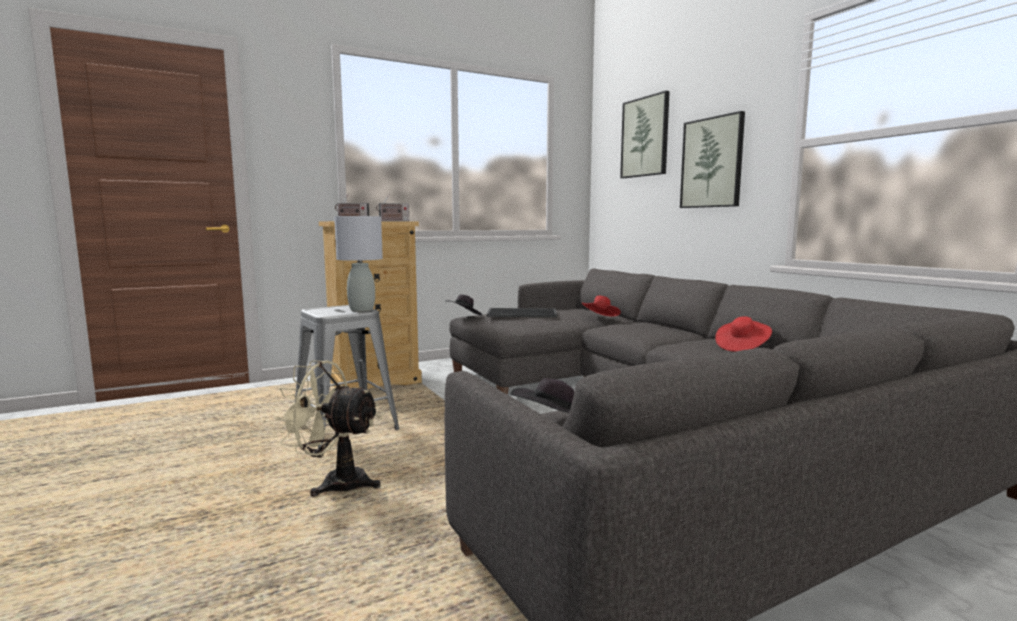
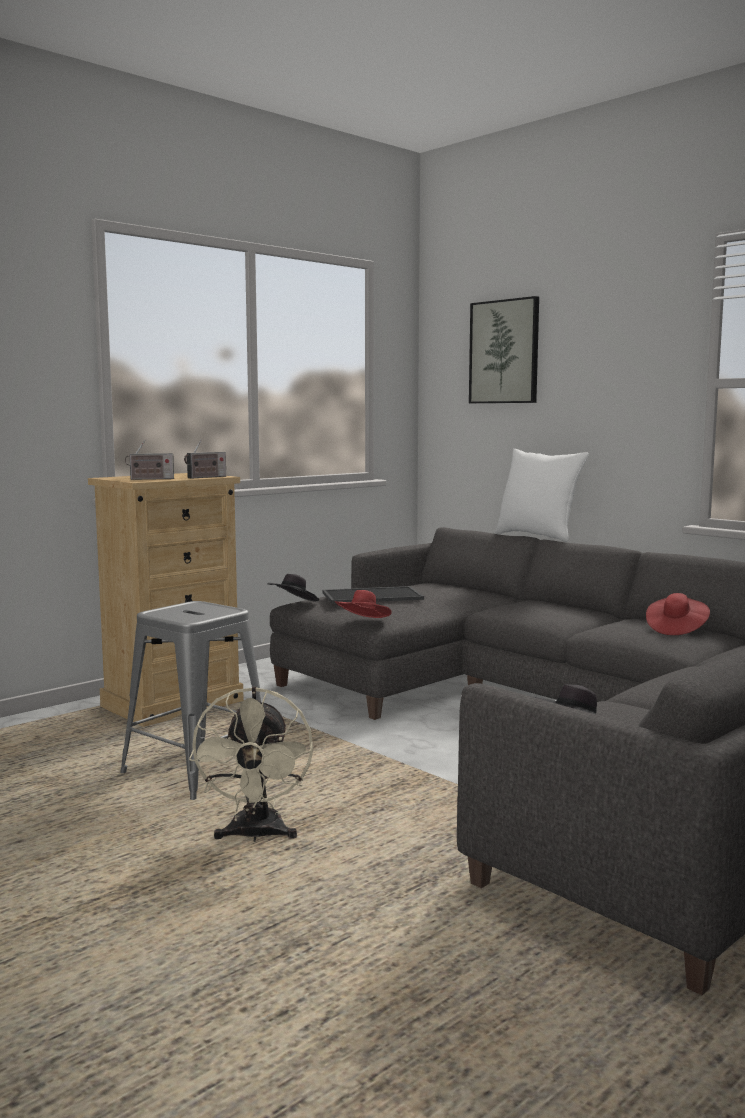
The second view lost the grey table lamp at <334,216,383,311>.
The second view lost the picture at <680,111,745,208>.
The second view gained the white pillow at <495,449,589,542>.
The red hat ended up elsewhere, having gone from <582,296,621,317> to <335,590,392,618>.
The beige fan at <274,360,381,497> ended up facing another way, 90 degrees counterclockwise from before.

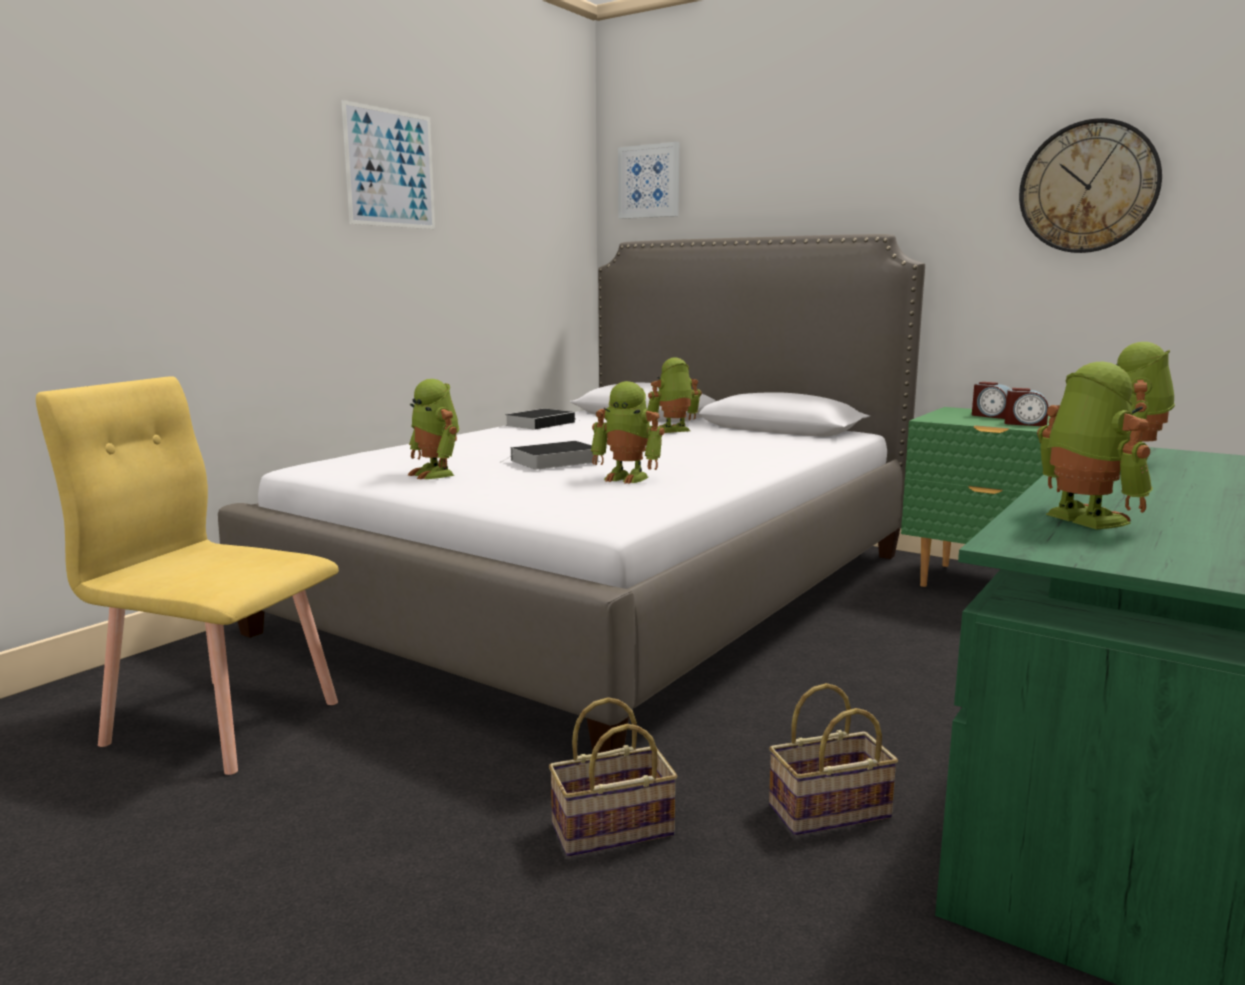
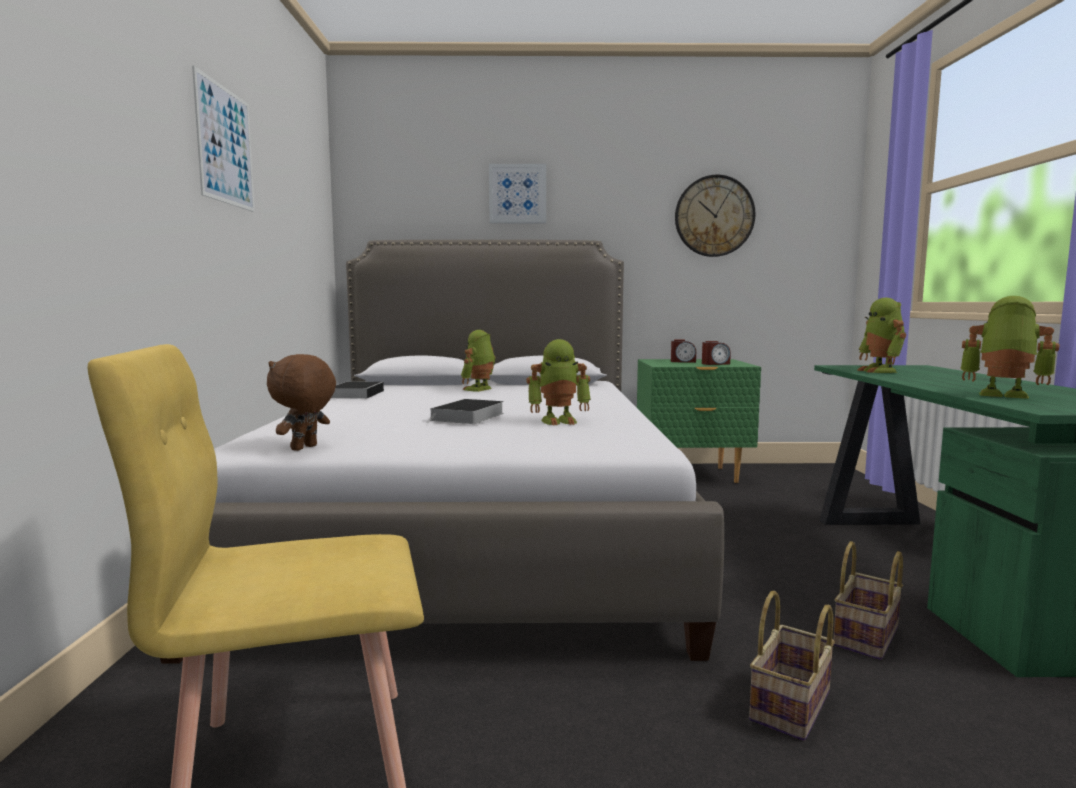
The second view lost the toy robot at <408,379,459,479>.
The second view gained the brown plush toy at <267,354,336,451>.
The picture ended up elsewhere, having gone from <618,142,679,219> to <489,164,546,223>.

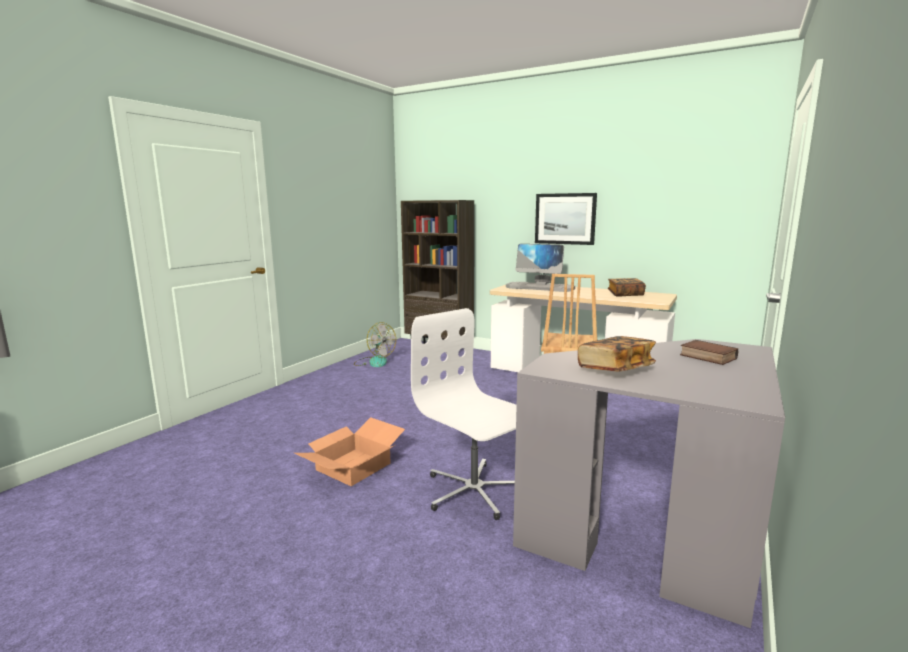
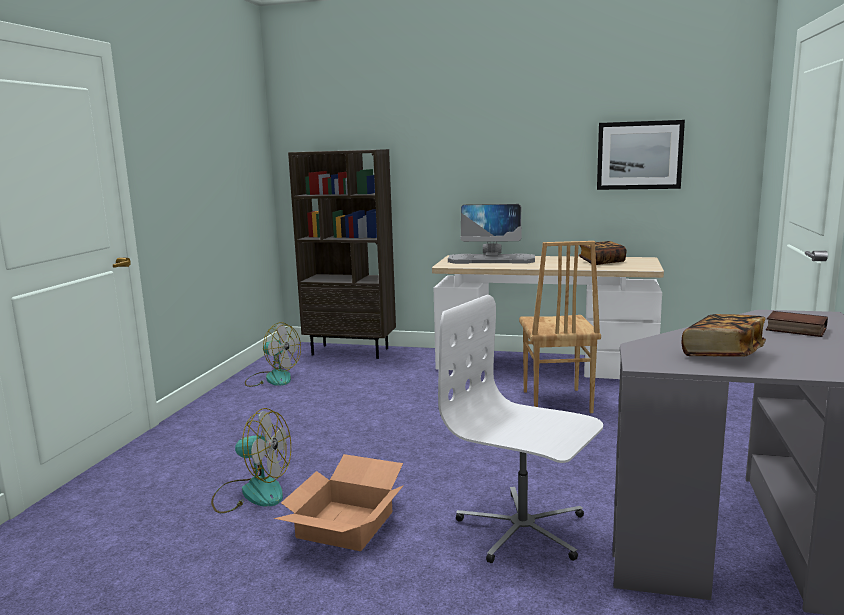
The second view gained the fan at <211,408,291,513>.
The picture ended up elsewhere, having gone from <535,193,597,245> to <597,120,685,190>.

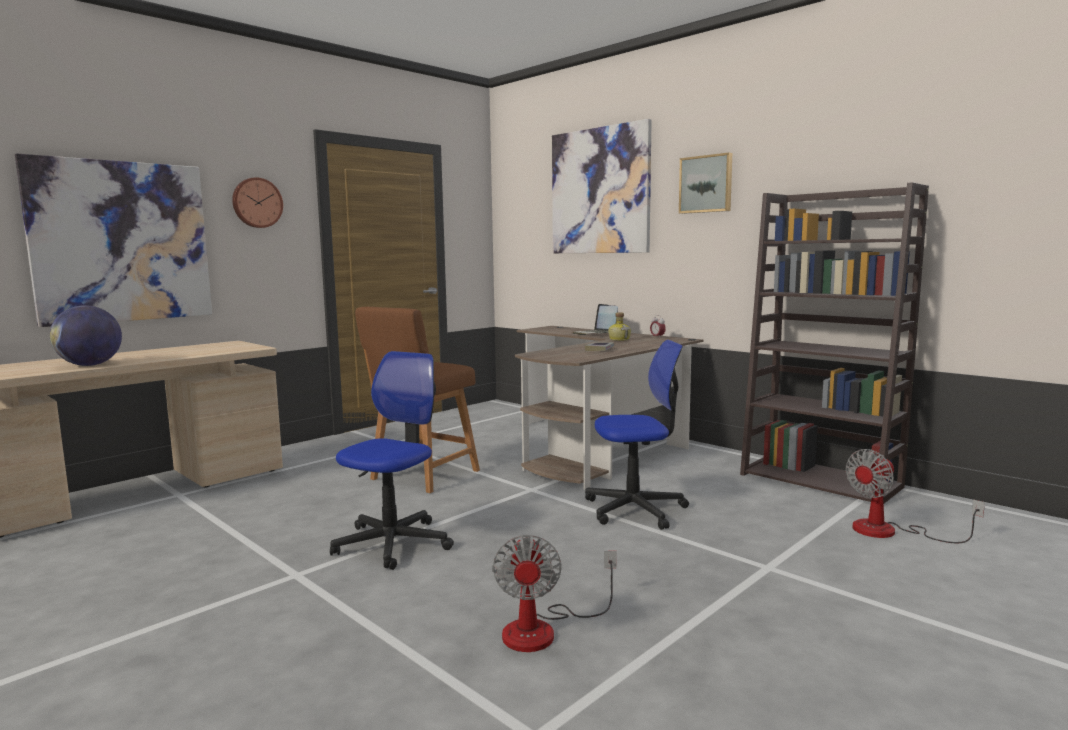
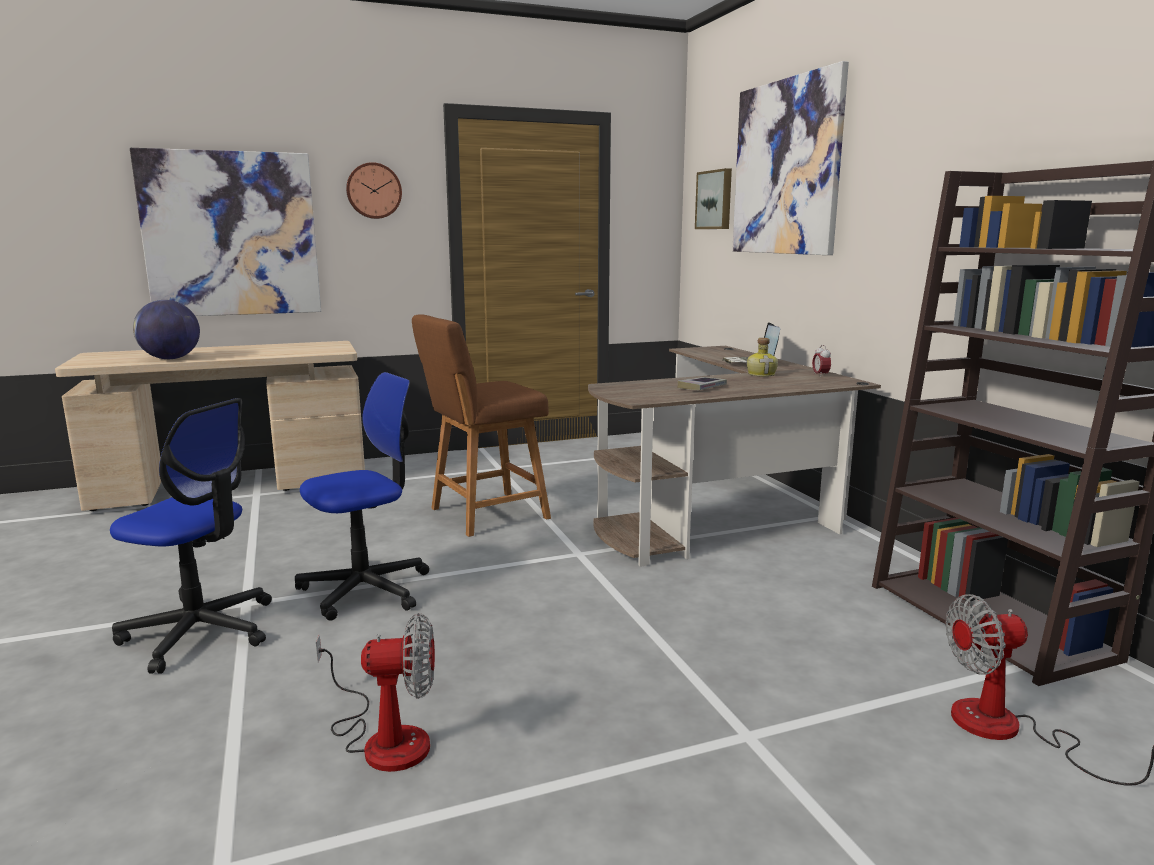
The office chair ended up elsewhere, having gone from <585,340,689,530> to <110,398,272,674>.
The picture ended up elsewhere, having gone from <679,153,732,214> to <695,168,732,229>.
The fan at <492,535,617,652> ended up facing another way, 120 degrees counterclockwise from before.

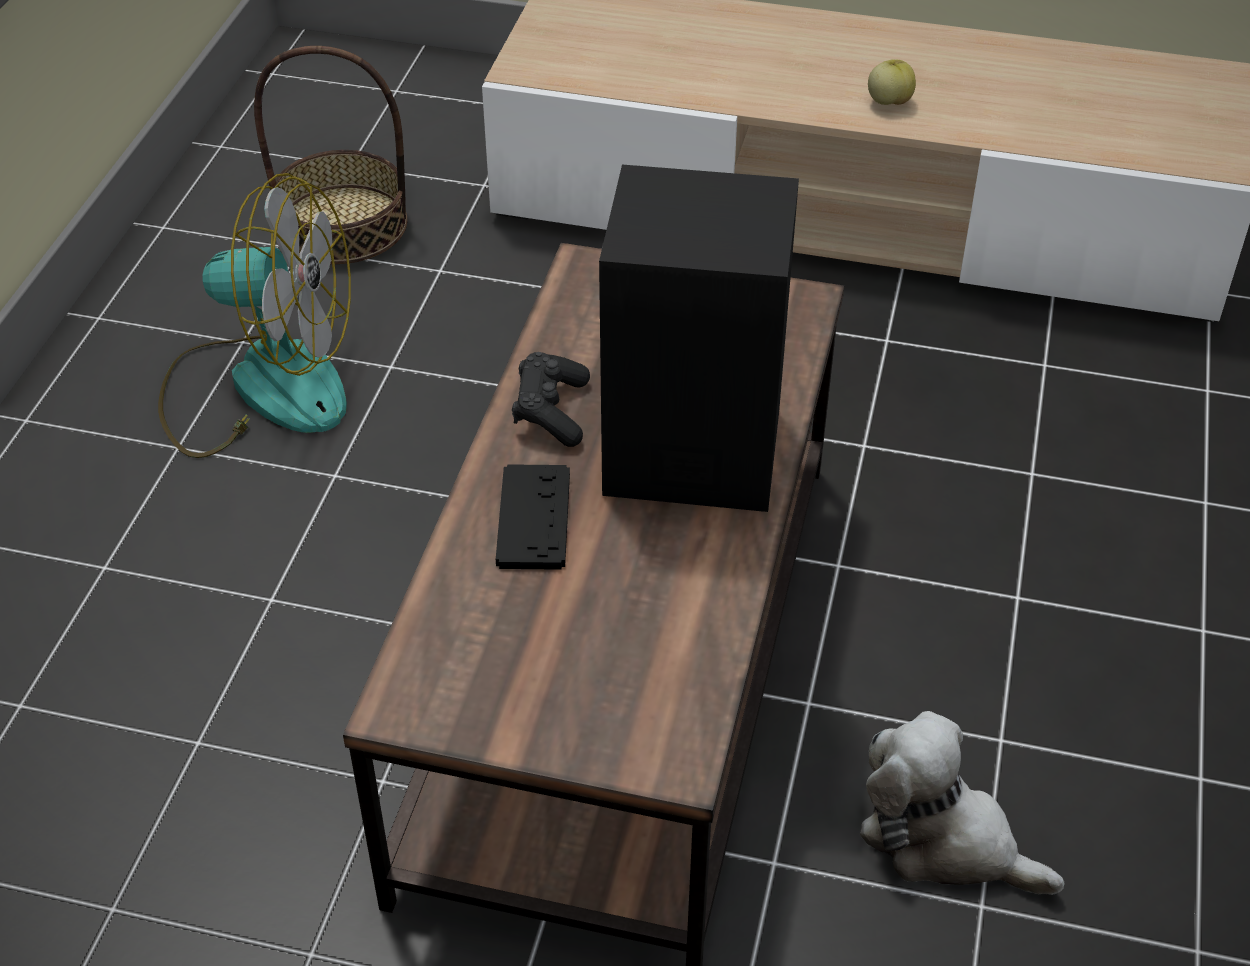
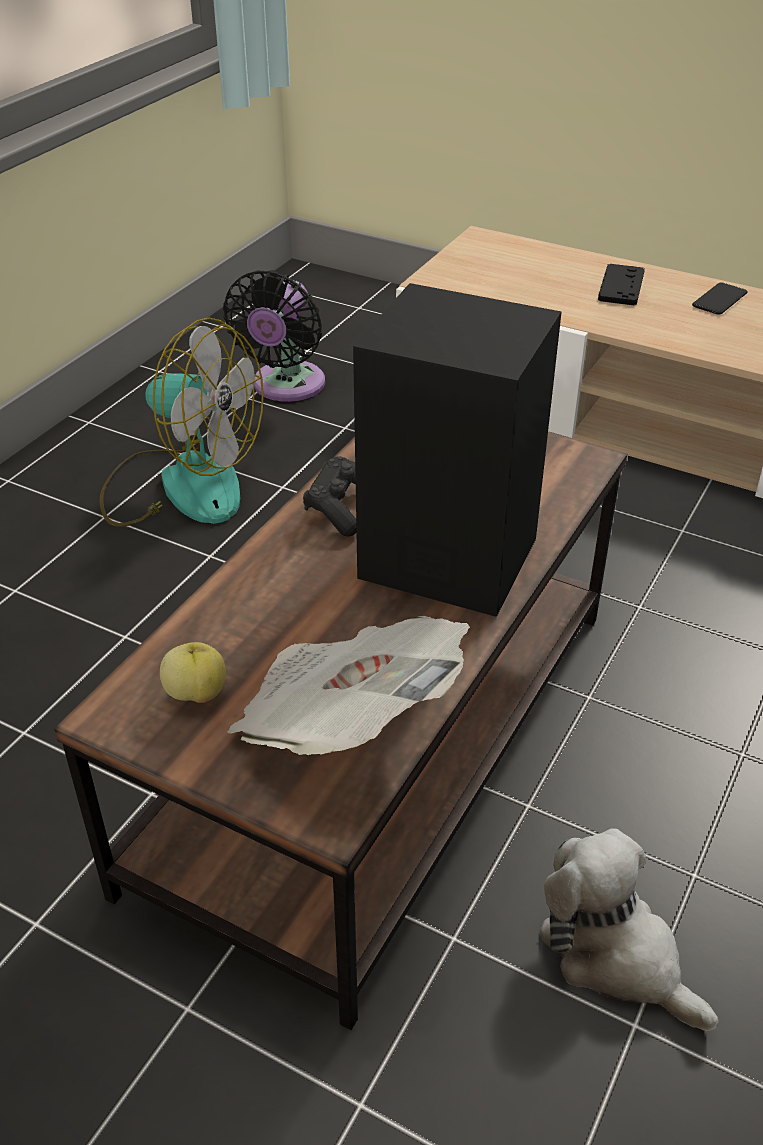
The second view gained the newspaper at <227,616,470,755>.
The second view gained the phone at <692,283,748,315>.
The black game controller ended up elsewhere, having gone from <496,464,570,570> to <598,264,645,305>.
The apple ended up elsewhere, having gone from <868,59,916,105> to <160,642,226,703>.
Where the basket stood at <254,46,407,264>, the black fan came to stand at <223,270,325,402>.

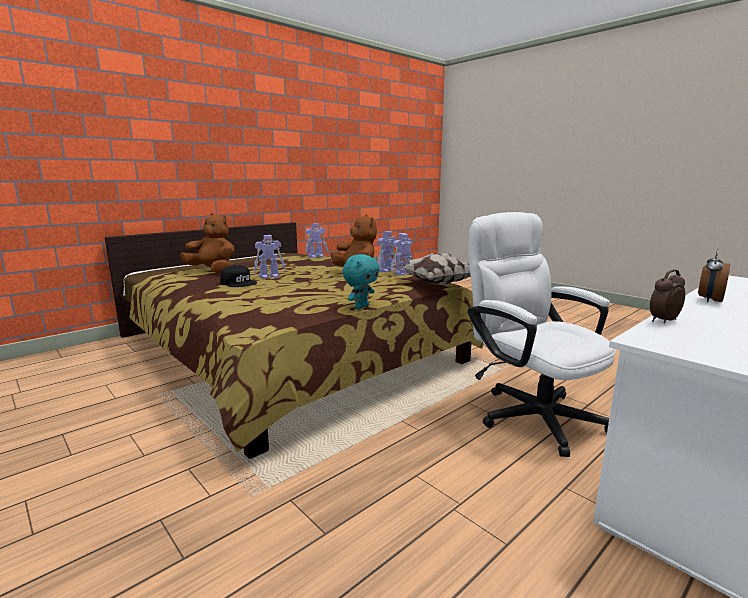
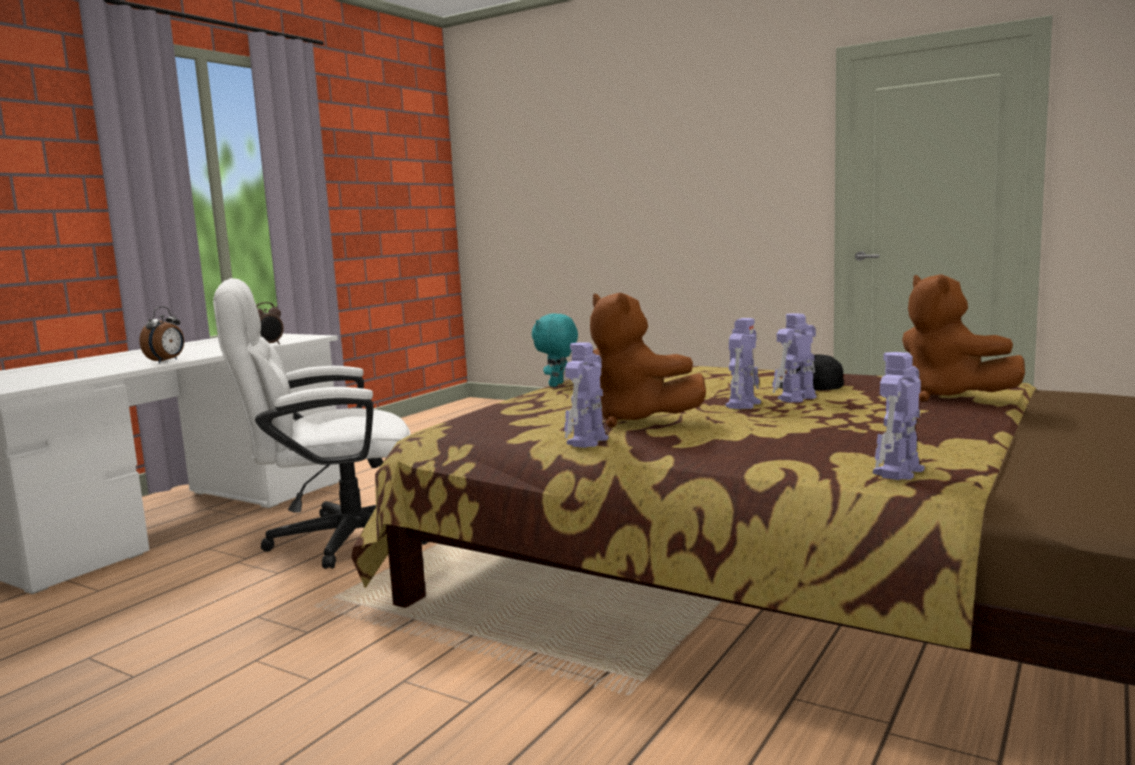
The second view lost the pillow at <394,253,471,285>.
The toy robot ended up elsewhere, having gone from <391,233,413,275> to <725,318,761,409>.
The brown plush toy at <180,213,235,273> ended up facing another way, 60 degrees clockwise from before.
The white office chair at <468,212,616,457> ended up facing another way, 120 degrees clockwise from before.

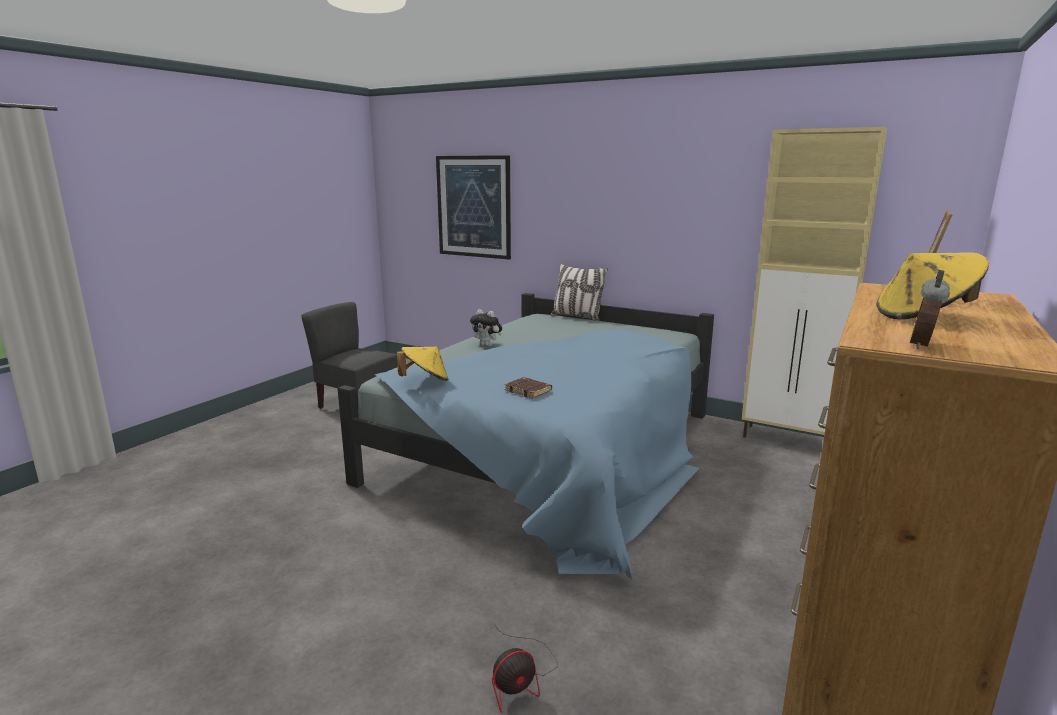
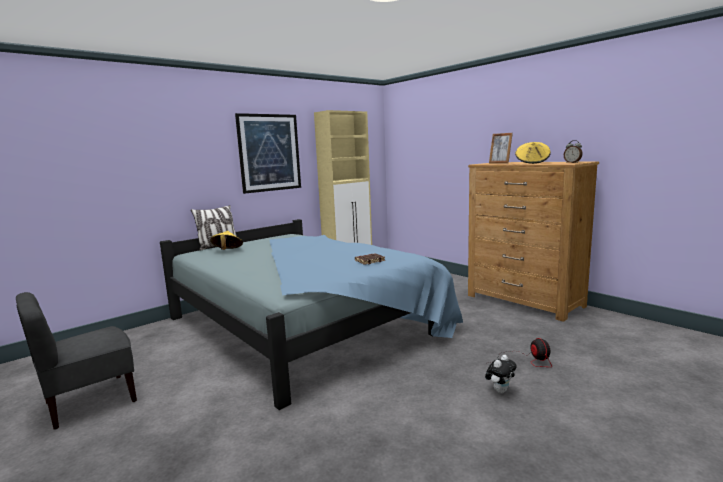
The yellow hat ended up elsewhere, having gone from <397,347,448,381> to <210,231,243,250>.
The picture ended up elsewhere, having gone from <436,155,511,259> to <235,113,301,194>.
The plush toy ended up elsewhere, having gone from <470,309,502,346> to <485,355,517,394>.

